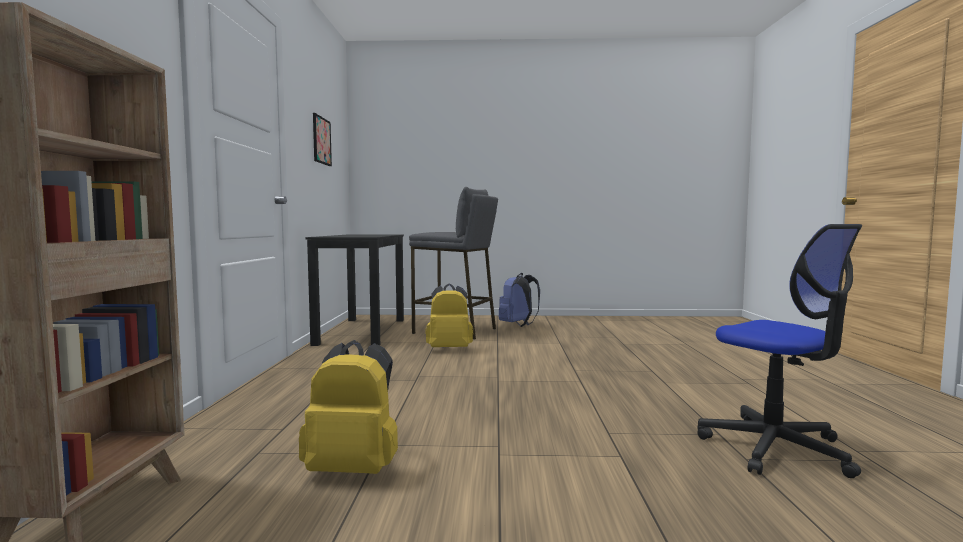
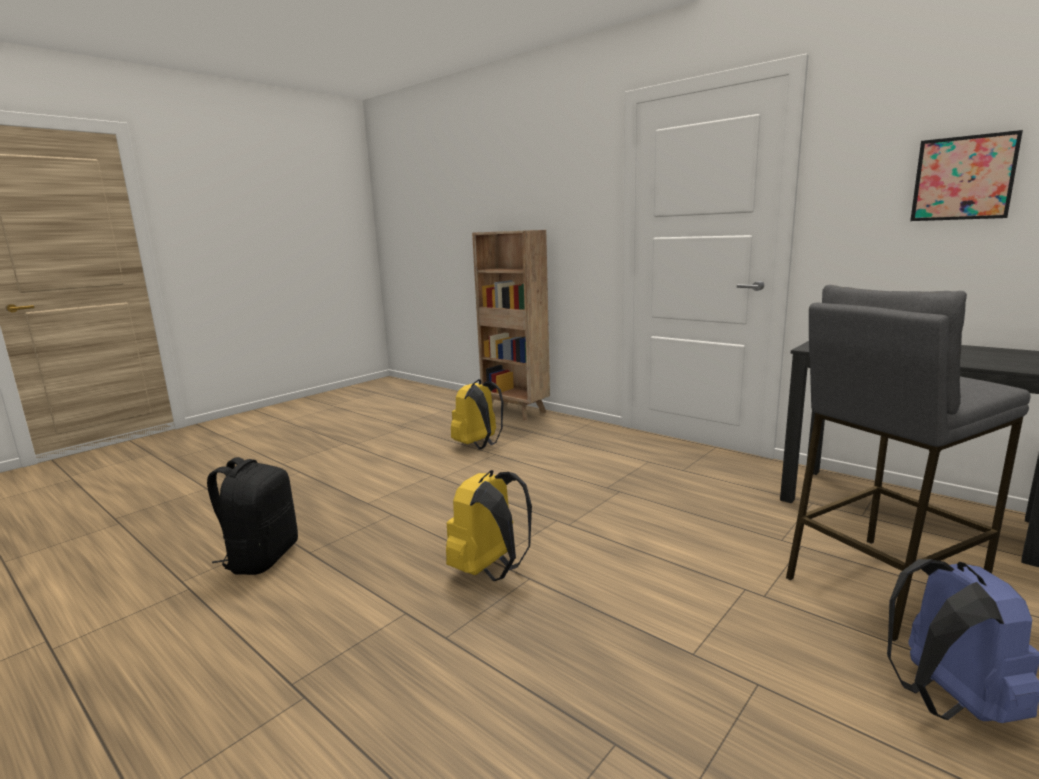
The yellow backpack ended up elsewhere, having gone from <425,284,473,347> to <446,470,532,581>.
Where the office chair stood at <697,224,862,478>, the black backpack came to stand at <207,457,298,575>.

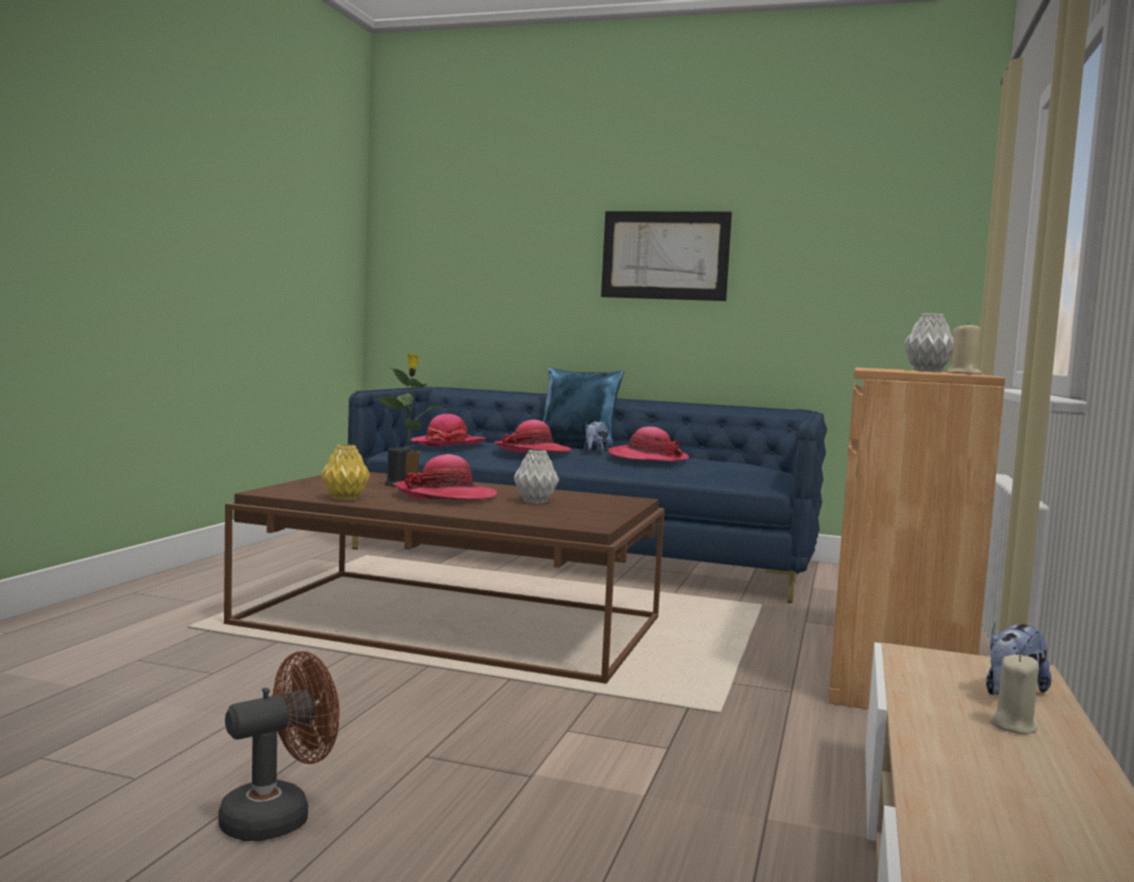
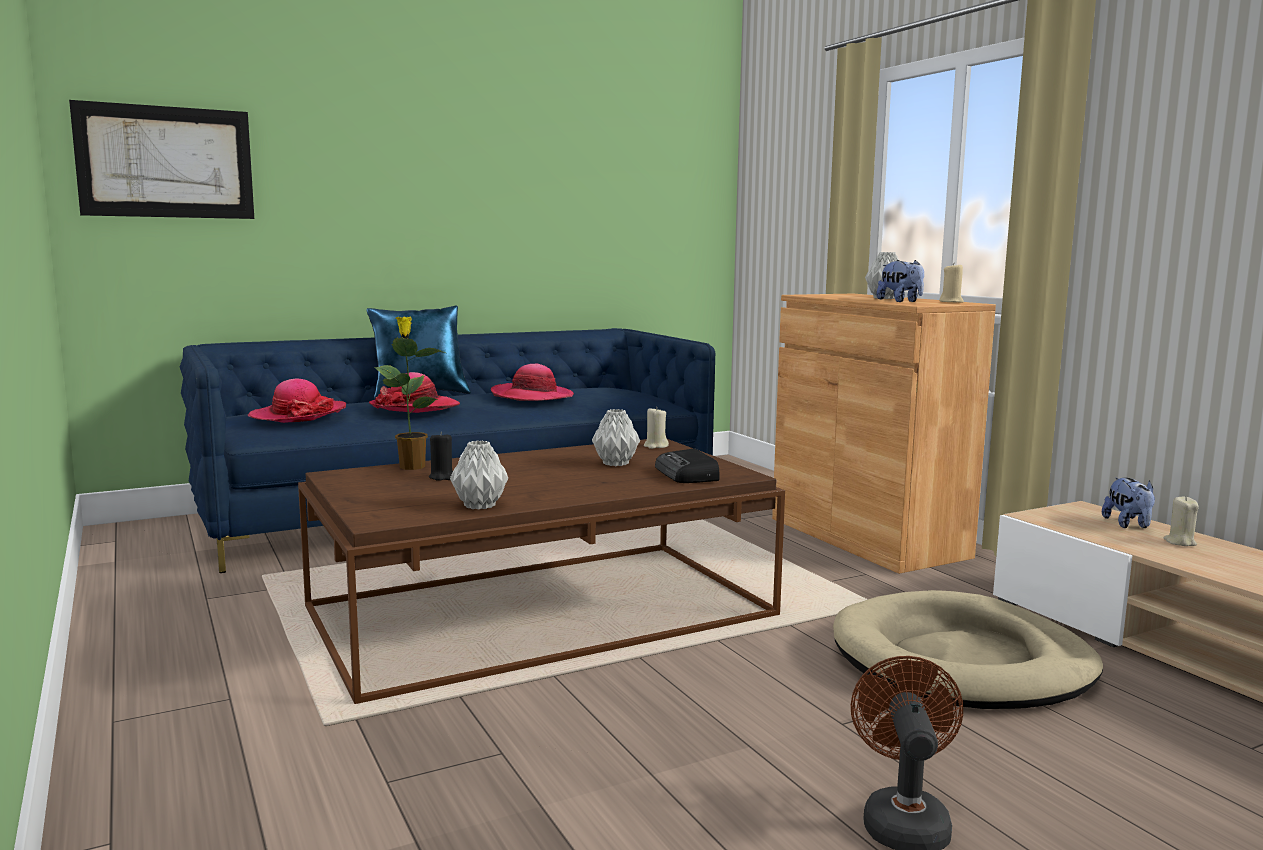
The second view lost the hat at <393,454,497,501>.
The second view gained the beige candle at <644,407,669,449>.
The second view gained the radio at <655,448,719,483>.
The second view gained the beige dog bed at <833,590,1103,709>.
The plush toy ended up elsewhere, having gone from <584,421,610,454> to <877,260,924,302>.
The picture ended up elsewhere, having gone from <601,211,732,301> to <69,100,254,219>.
What was the yellow vase at <321,444,370,500> turned into the grey vase at <450,440,508,510>.

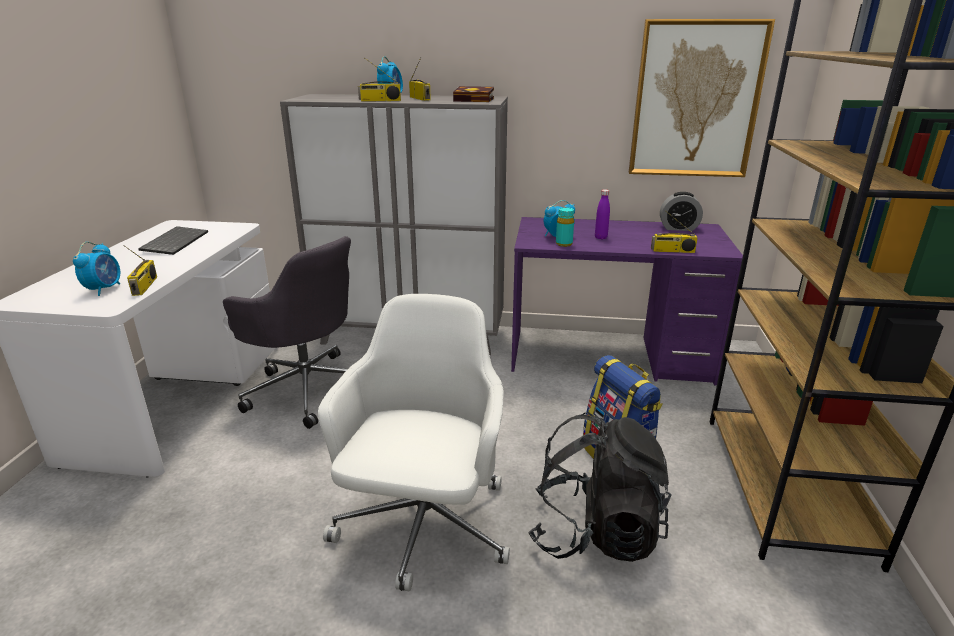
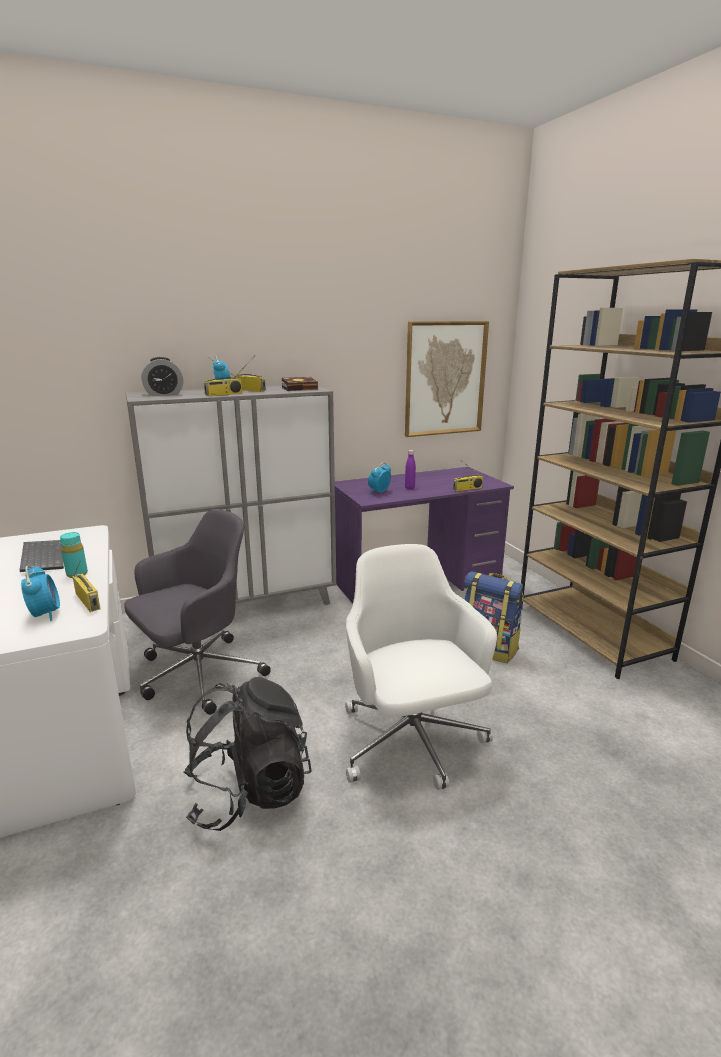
The black backpack ended up elsewhere, having gone from <528,412,672,562> to <183,677,312,831>.
The turquoise bottle ended up elsewhere, having gone from <556,207,574,247> to <60,532,88,578>.
The alarm clock ended up elsewhere, having gone from <660,192,703,231> to <142,357,183,396>.
The grey office chair at <223,236,351,429> ended up facing another way, 45 degrees counterclockwise from before.

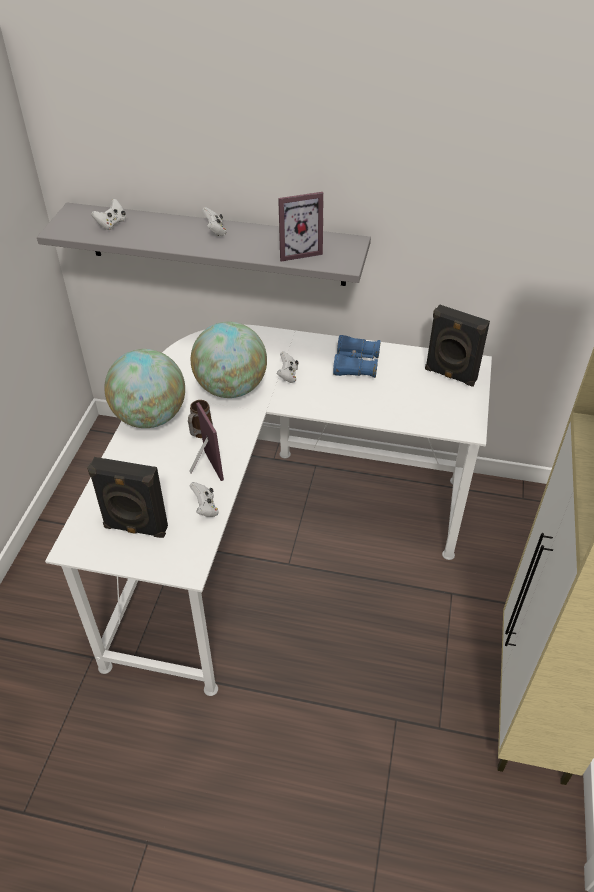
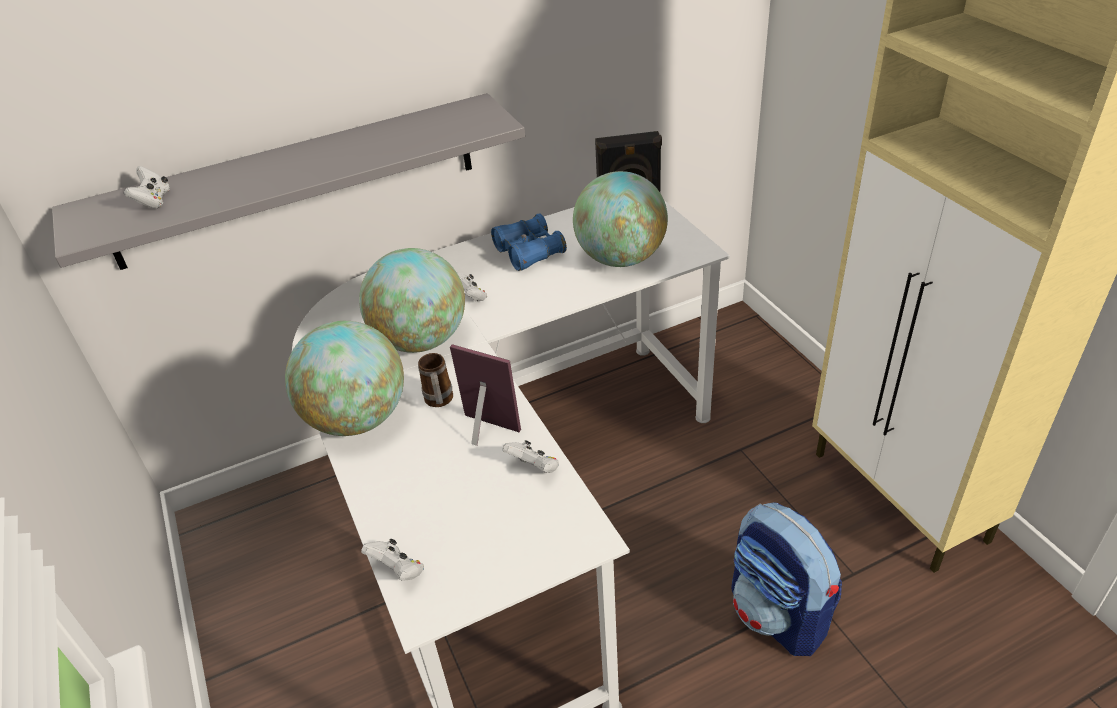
The second view lost the black speaker at <87,457,168,538>.
The second view lost the picture frame at <278,192,324,262>.
The second view gained the globe at <573,171,668,267>.
The second view gained the backpack at <731,502,842,656>.
The white game controller ended up elsewhere, having gone from <202,207,226,236> to <361,539,424,581>.

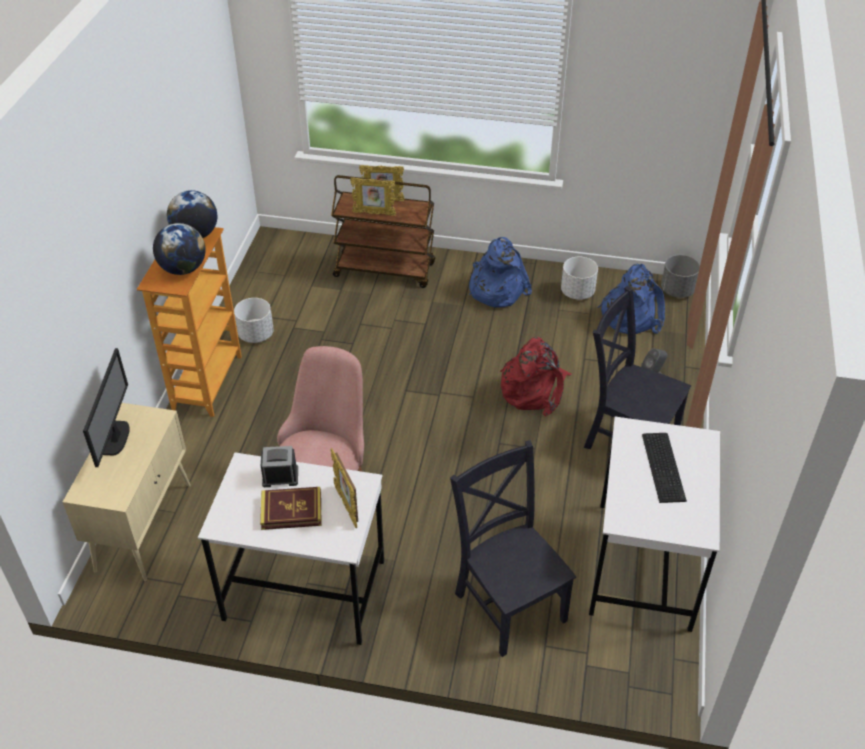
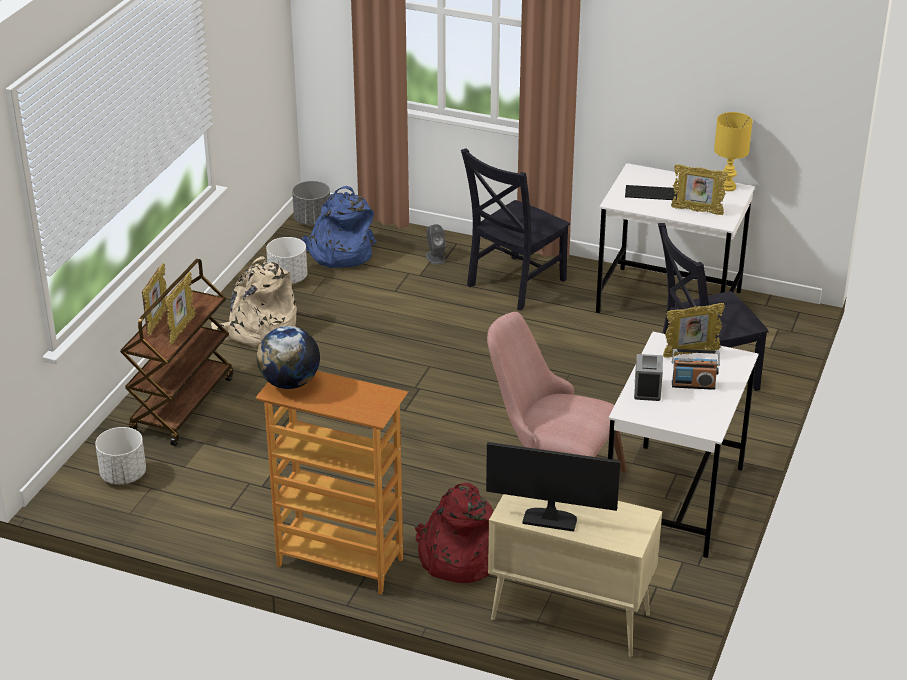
The second view lost the globe at <153,223,206,275>.
The second view gained the picture frame at <671,164,728,215>.
The second view gained the yellow table lamp at <714,112,753,191>.
The white planter ended up elsewhere, having gone from <234,298,274,343> to <95,427,146,485>.
The red backpack ended up elsewhere, having gone from <500,337,572,416> to <414,483,493,583>.
Where the book stood at <260,487,322,530>, the radio came to stand at <672,349,720,390>.
What was the blue backpack at <469,237,532,307> turned into the beige backpack at <211,256,297,347>.

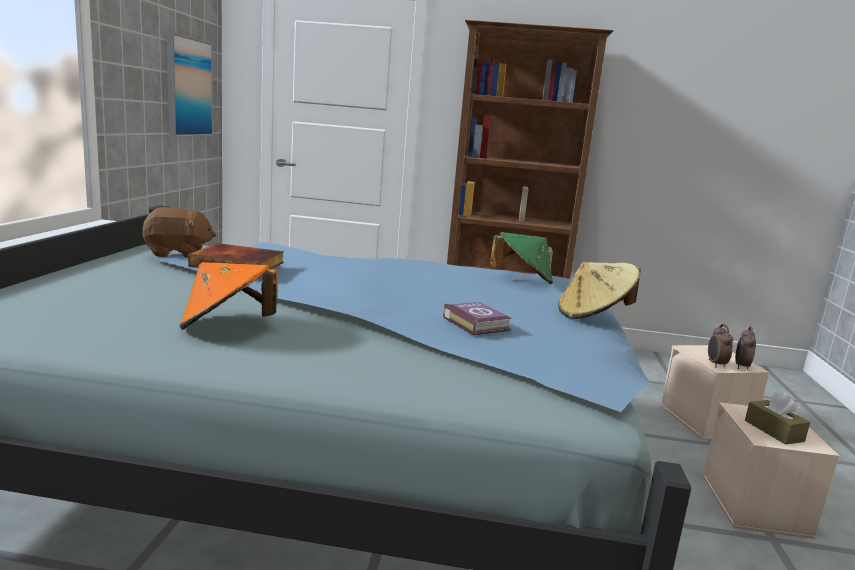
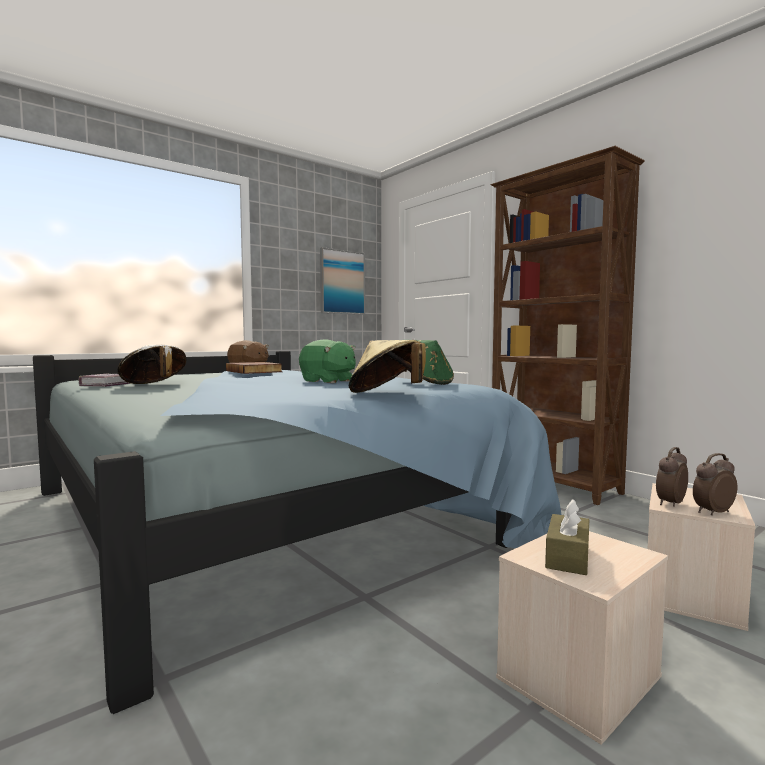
The second view gained the green plush toy at <299,339,356,383>.
The book ended up elsewhere, having gone from <443,302,512,336> to <79,373,131,387>.
What was the orange hat at <179,262,278,330> turned into the white hat at <118,345,186,384>.

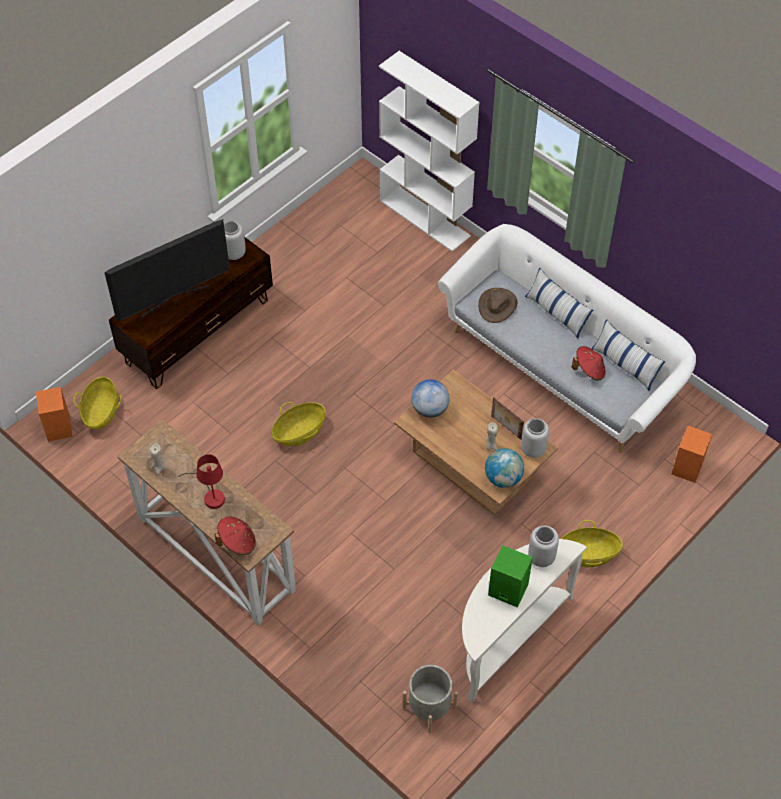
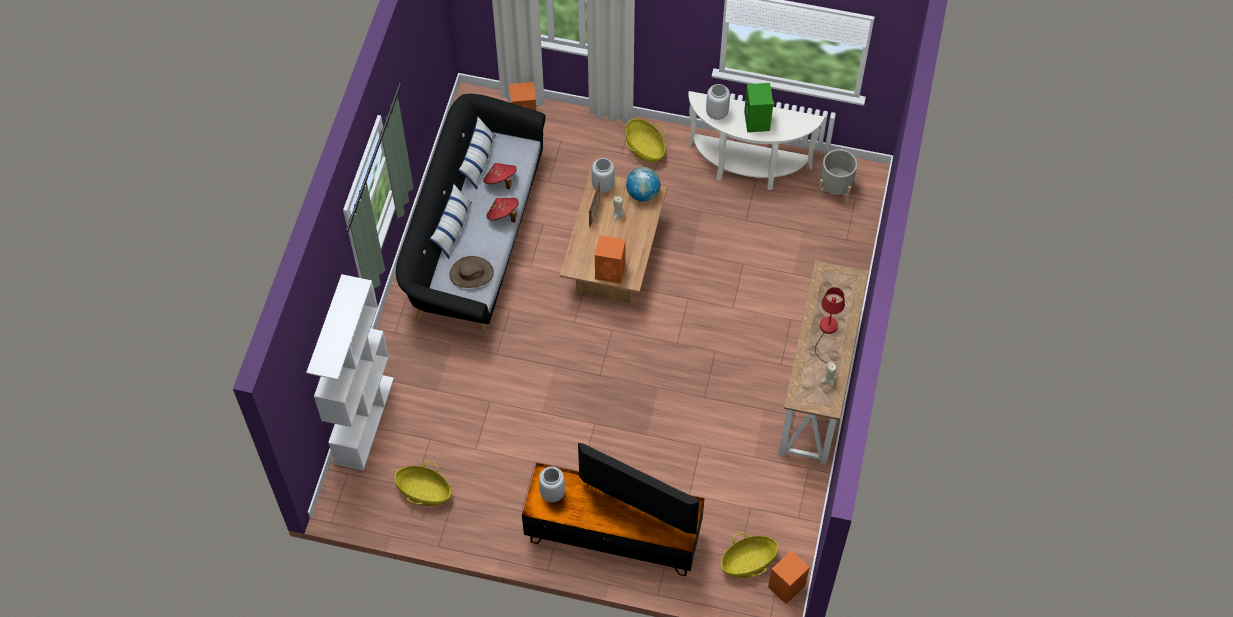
The red hat ended up elsewhere, having gone from <215,517,256,555> to <487,198,519,223>.
The basket ended up elsewhere, having gone from <272,402,326,446> to <394,461,452,506>.
Where the globe stood at <411,379,449,418>, the orange speaker came to stand at <595,235,626,284>.
What was the white sofa at <438,224,696,453> turned into the black sofa at <396,94,545,333>.

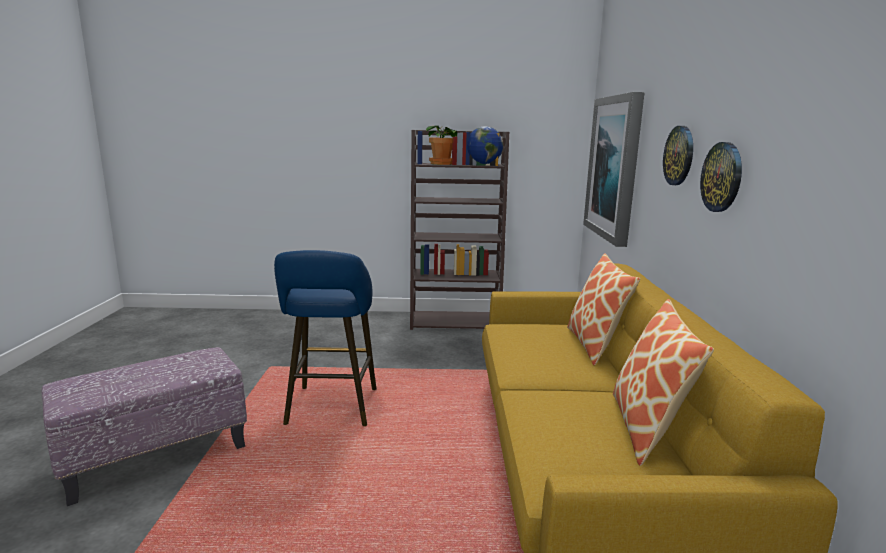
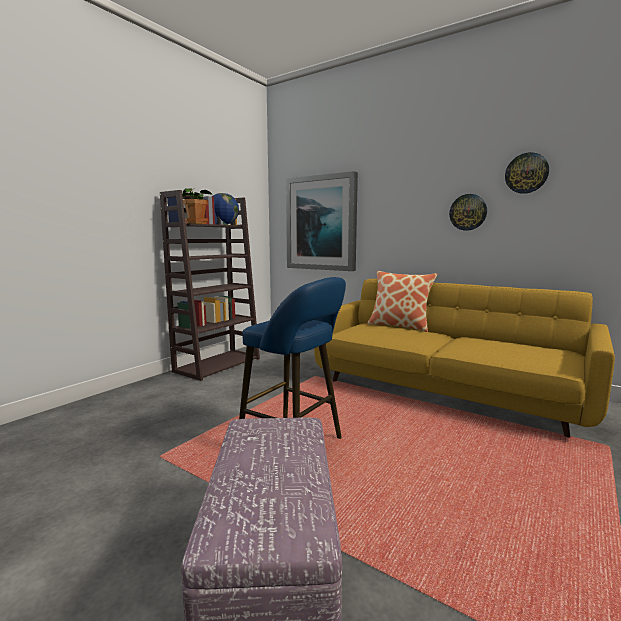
The second view lost the pillow at <613,299,714,466>.
The wall clock ended up elsewhere, having gone from <663,126,693,185> to <505,152,549,194>.

